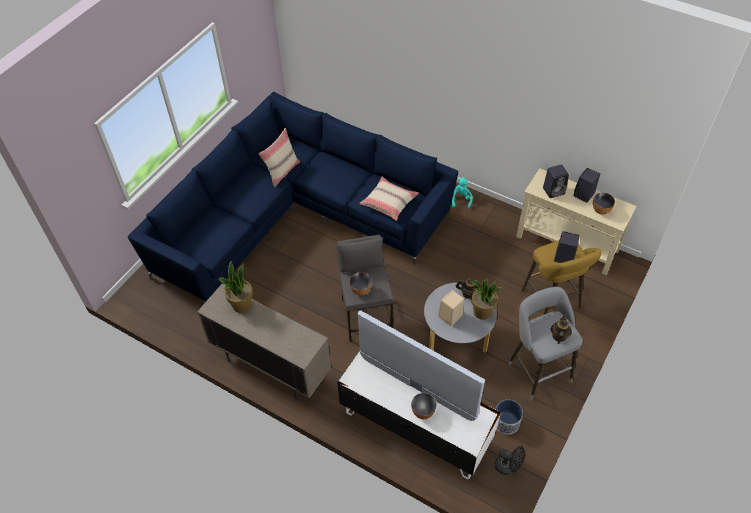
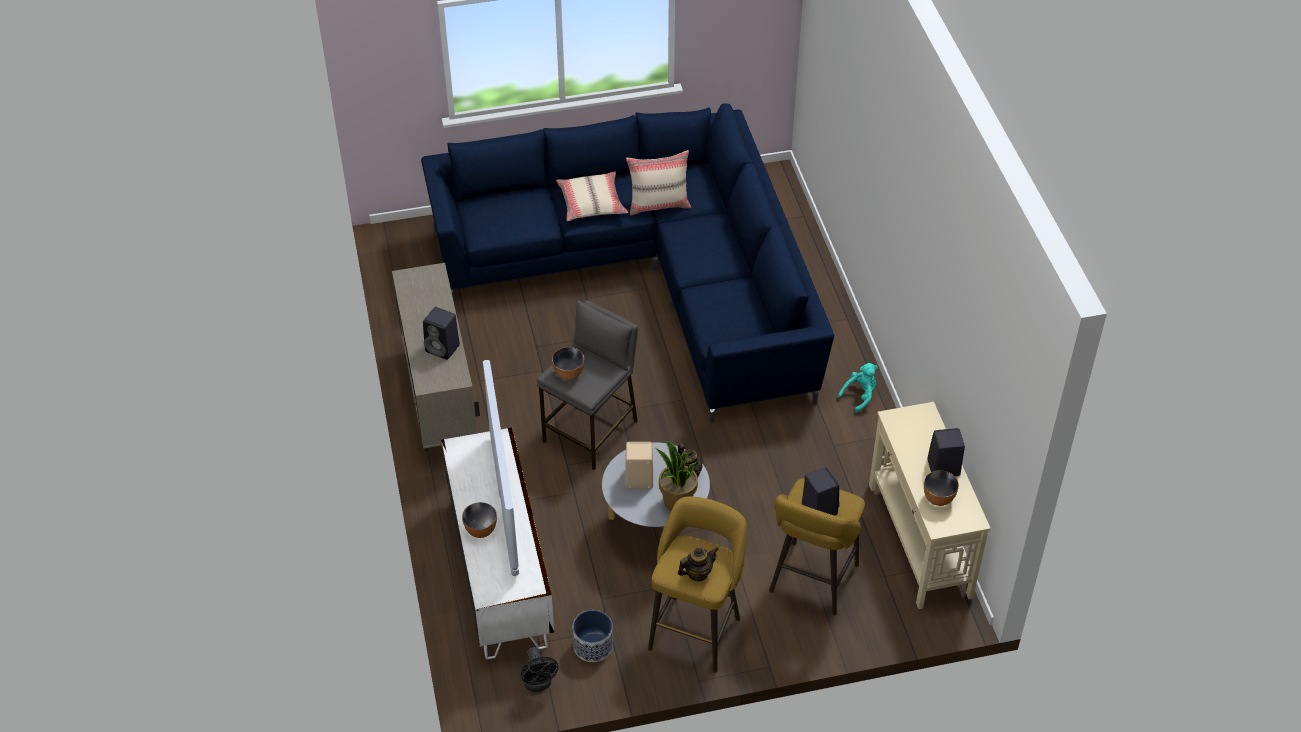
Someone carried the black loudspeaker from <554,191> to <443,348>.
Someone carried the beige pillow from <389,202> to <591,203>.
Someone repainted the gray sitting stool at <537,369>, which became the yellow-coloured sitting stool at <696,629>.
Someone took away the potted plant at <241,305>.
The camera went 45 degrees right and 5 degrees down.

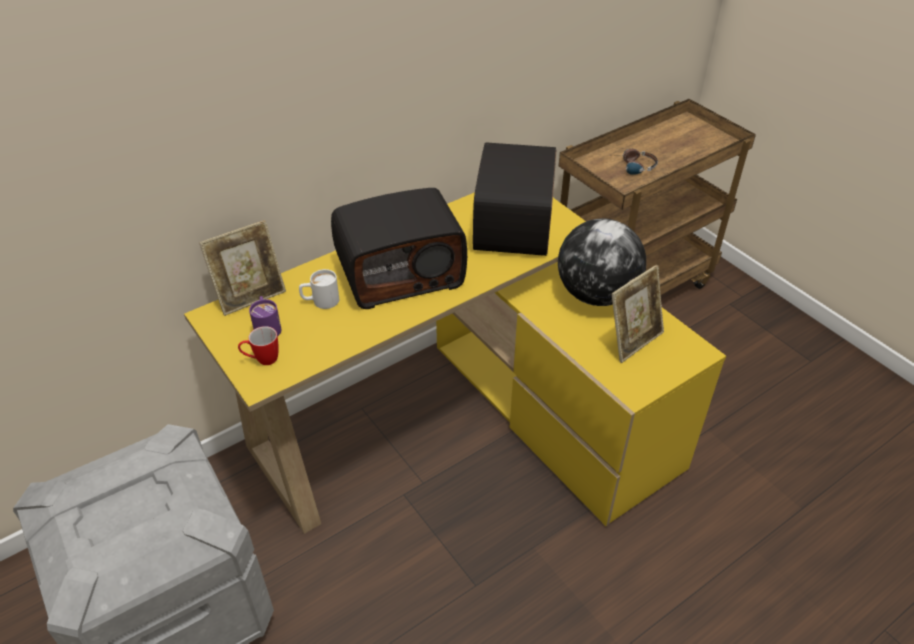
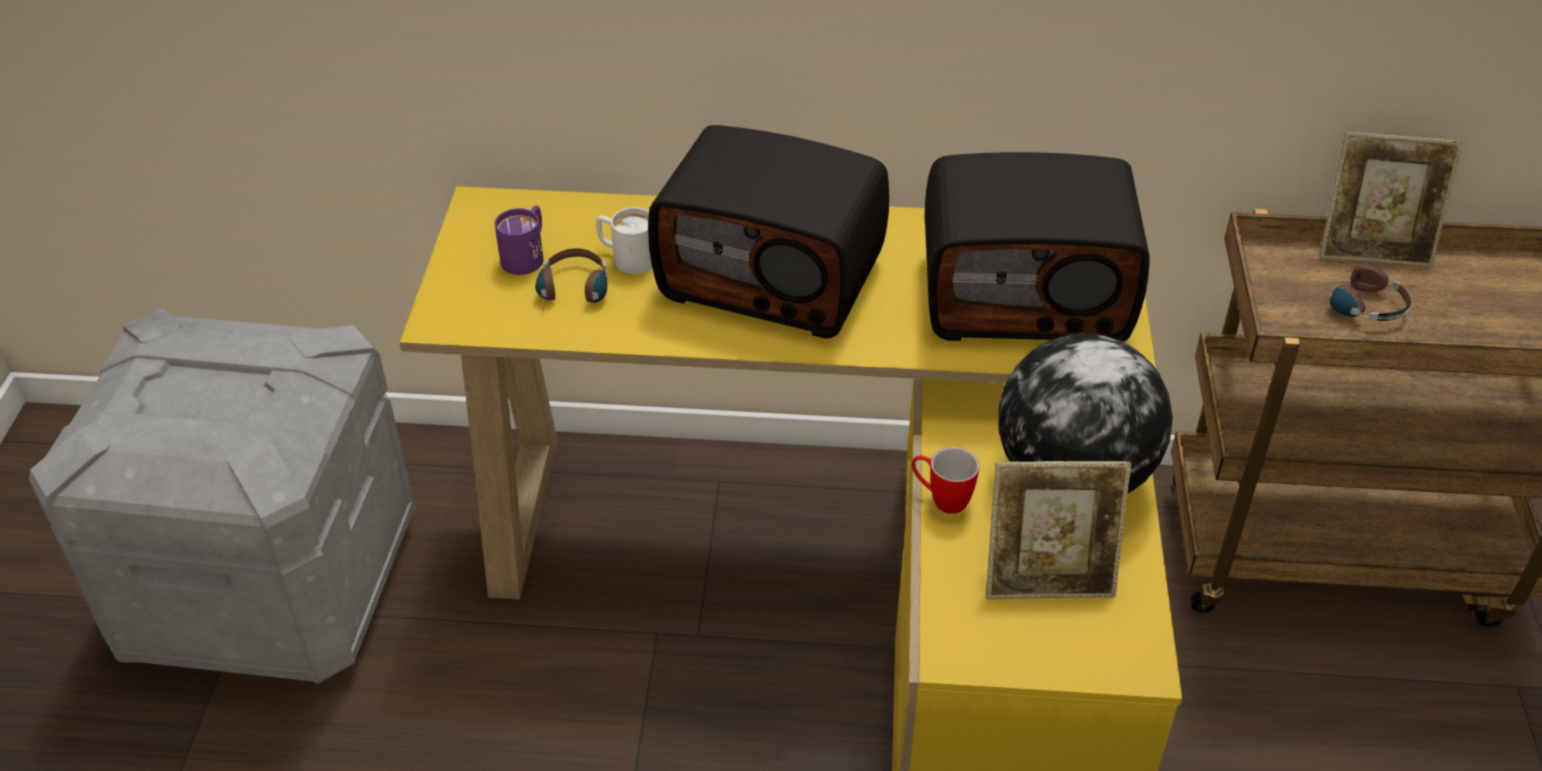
Someone put down the headphones at <573,295>.
Someone carried the coffee mug from <262,360> to <941,499>.
Someone rotated the radio at <516,225> by 135 degrees counterclockwise.
Someone carried the standing frame from <251,296> to <1373,250>.
The camera went 40 degrees right and 0 degrees up.

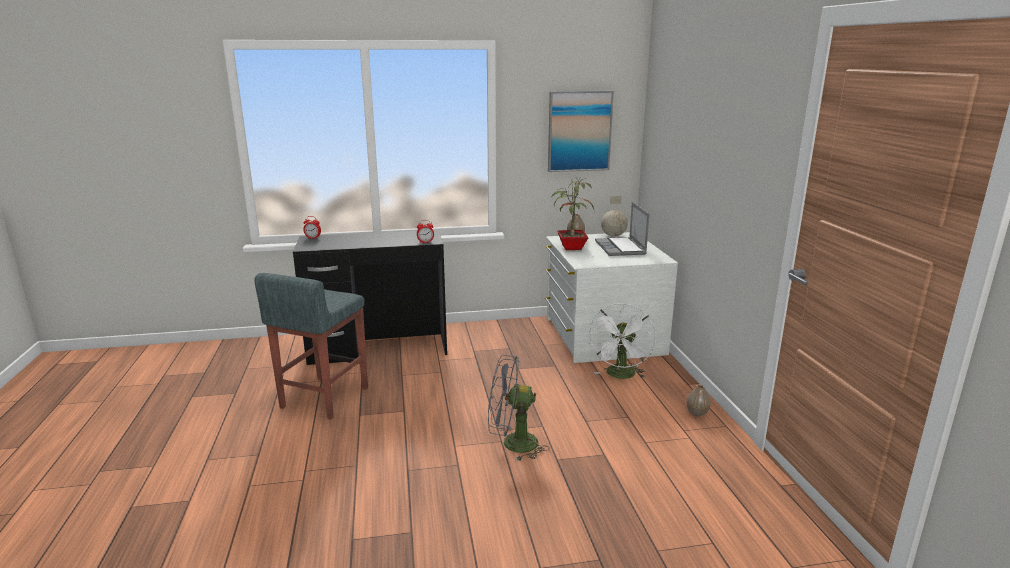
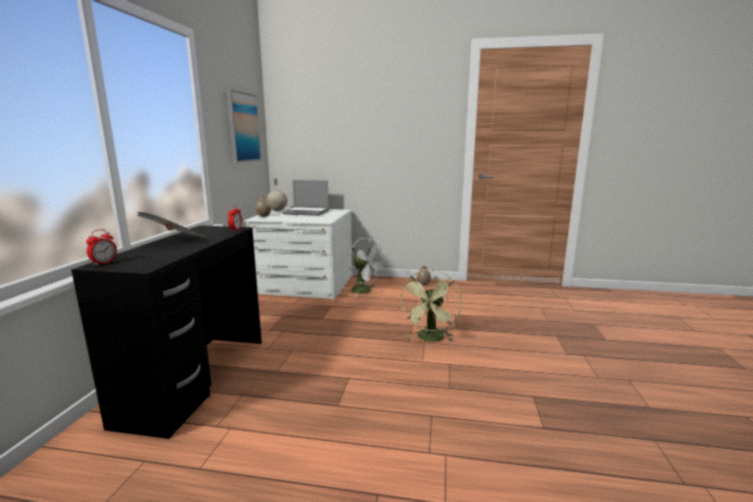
Someone put down the daily paper at <175,241>.
Someone repainted the gray fan at <512,444>, which became the greenish fan at <430,339>.
Someone took away the gray sitting stool at <323,398>.
Someone took away the potted plant at <570,248>.
The camera went 70 degrees left and 5 degrees down.

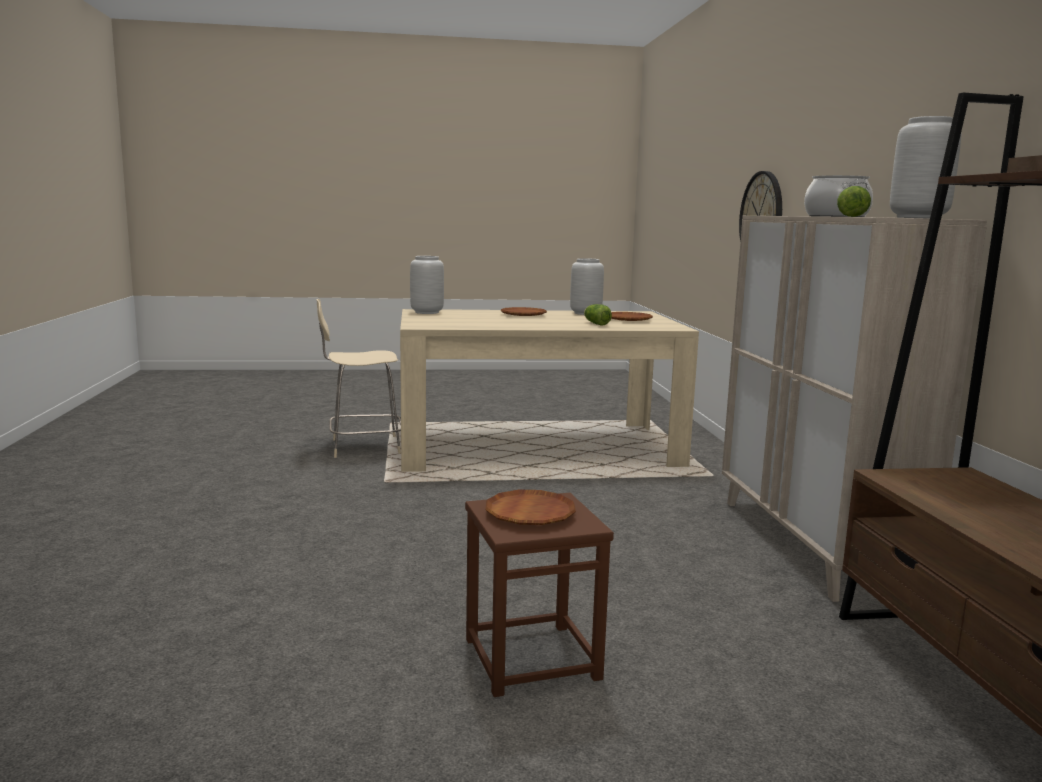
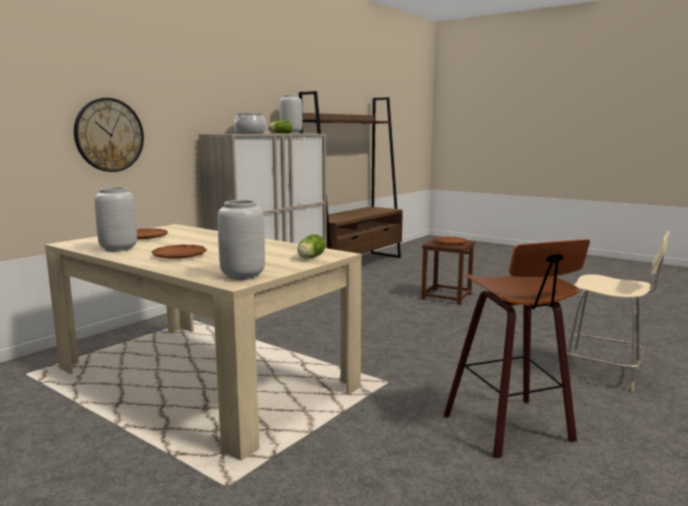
Someone carried the lettuce head from <595,323> to <309,258>.
Someone put down the sitting stool at <513,429>.
Someone carried the beige upright chair from <362,447> to <605,373>.
The camera went 135 degrees left and 0 degrees up.

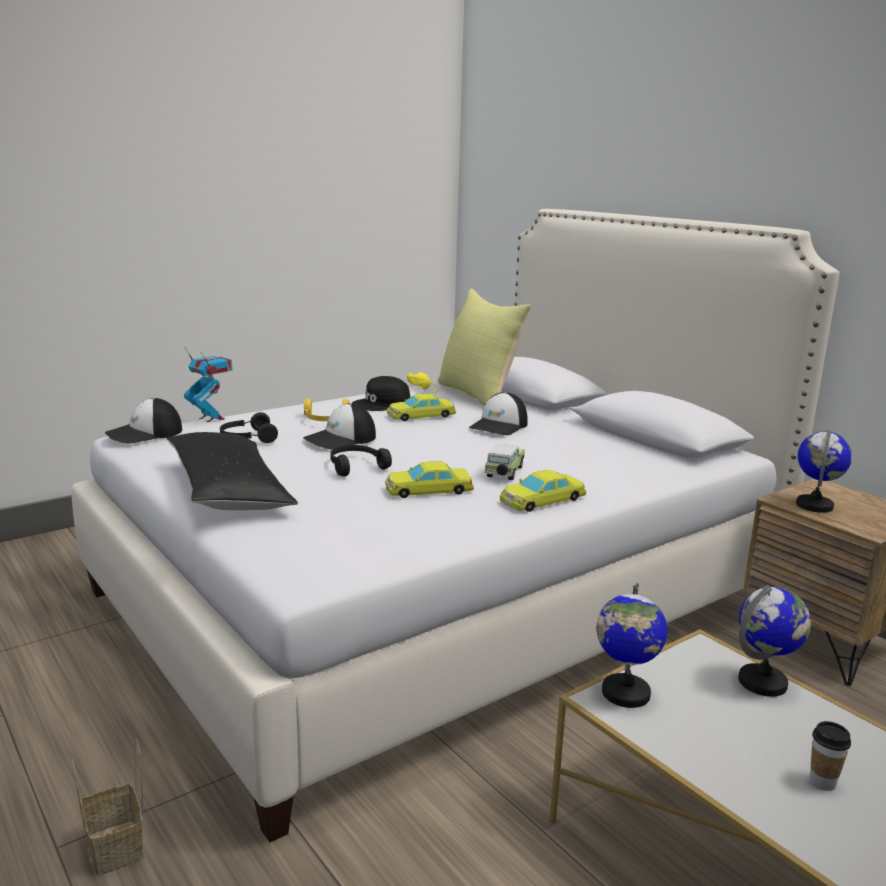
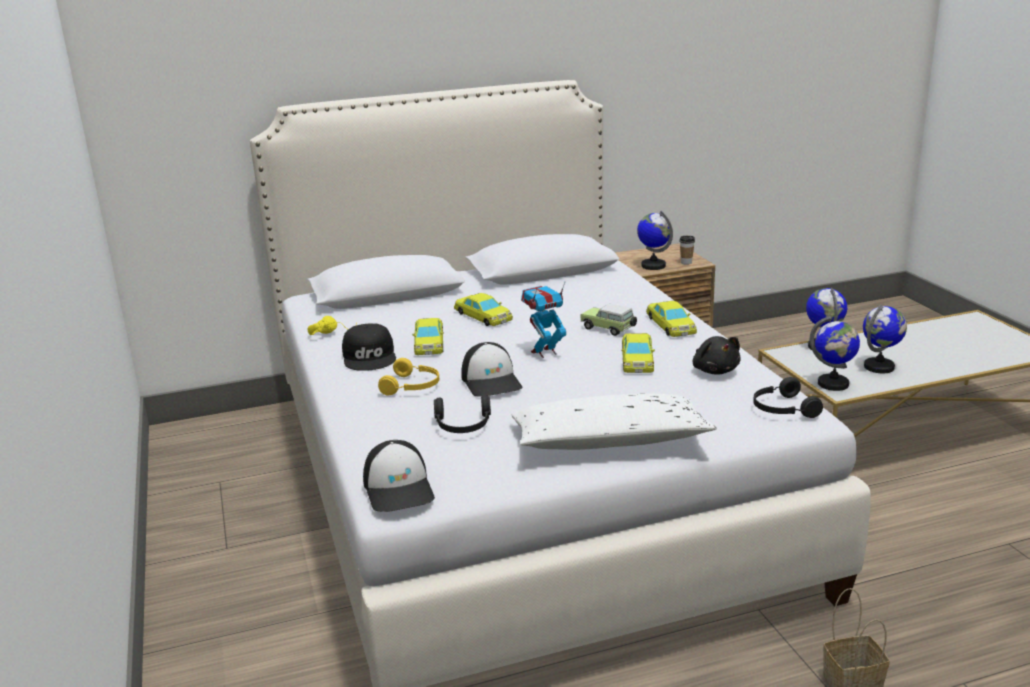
Someone swapped the baseball cap at <499,426> for the yellow-coloured model car at <483,316>.
Someone repainted the black pillow at <228,490>, which became the whitish pillow at <609,441>.
Someone carried the robot figure from <211,418> to <544,352>.
Someone carried the cup from <822,782> to <686,262>.
Someone put down the black soft toy at <715,370>.
Someone carried the black headphones from <355,466> to <782,409>.
Someone put down the globe at <879,367>.
Someone took away the yellow-coloured pillow at <479,395>.
The camera went 70 degrees left and 5 degrees up.

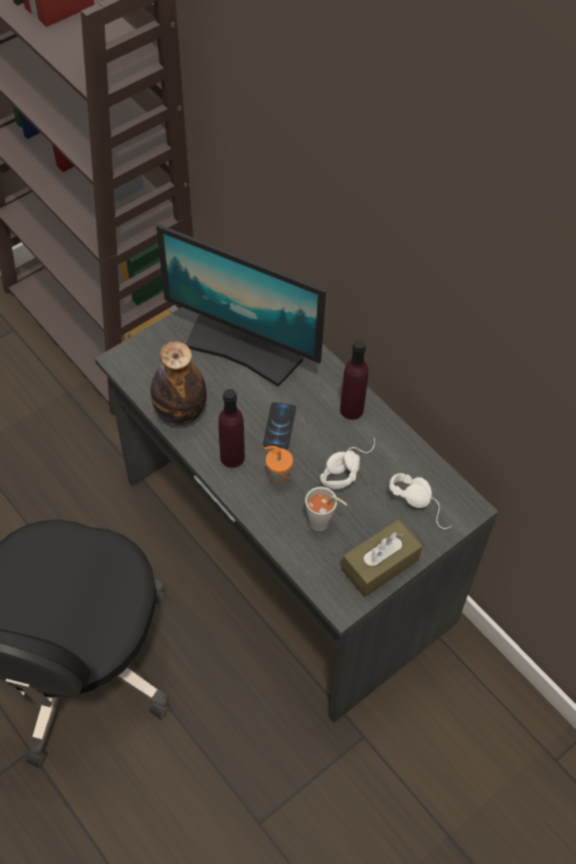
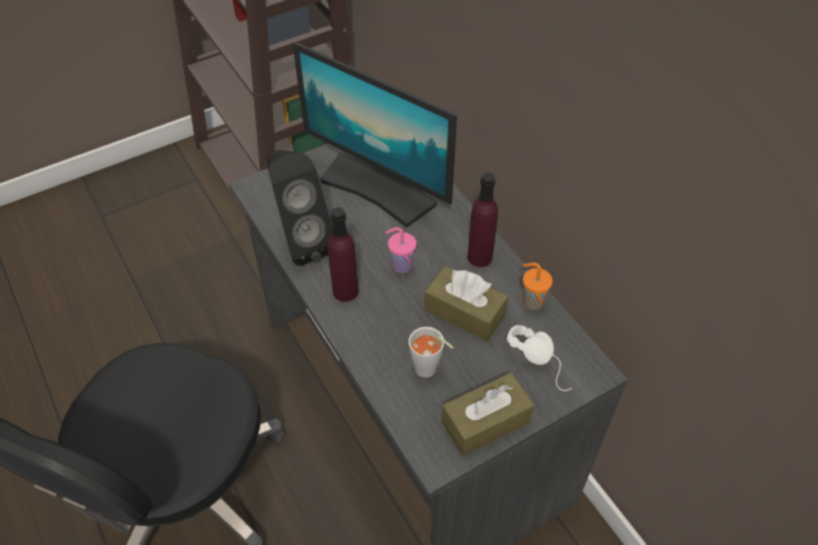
Someone swapped the drink bottle at <180,412> for the black loudspeaker at <301,241>.
Someone swapped the phone at <279,426> for the pink-coloured cup at <401,266>.
Someone swapped the whitish headphones at <346,466> for the brownish tissue holder at <464,312>.
Someone carried the orange-coloured cup from <277,477> to <531,302>.
The camera went 10 degrees right and 5 degrees down.

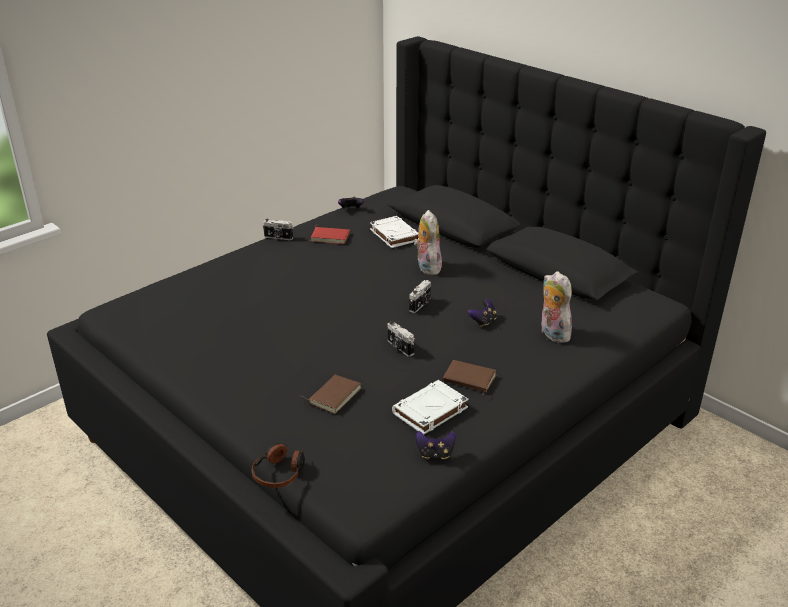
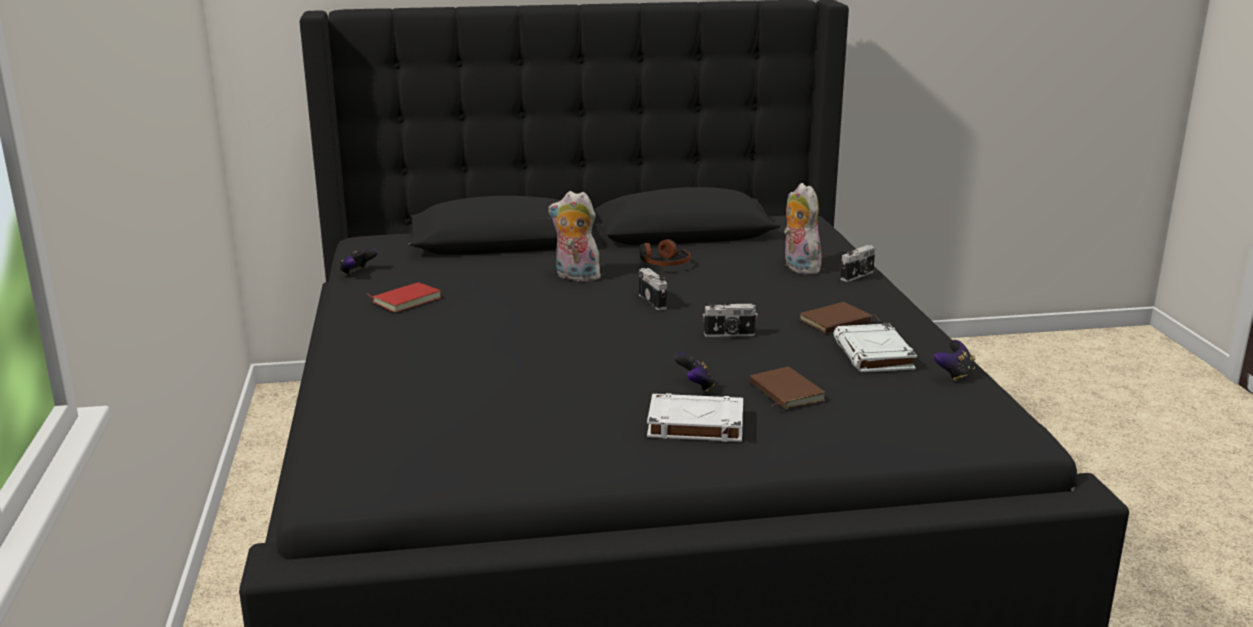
Someone carried the headphones from <280,472> to <663,263>.
Someone carried the whitish book from <394,235> to <694,425>.
Someone carried the game controller from <483,321> to <695,386>.
Someone rotated the soft toy at <552,333> by 60 degrees clockwise.
Someone carried the still camera from <278,238> to <858,276>.
The camera went 55 degrees left and 10 degrees down.

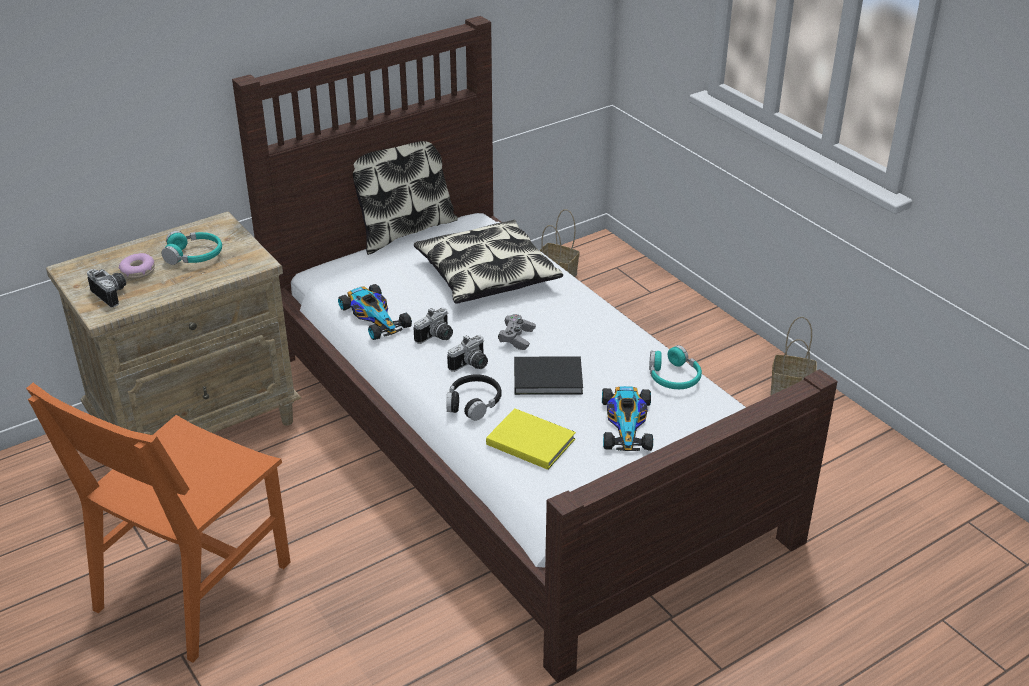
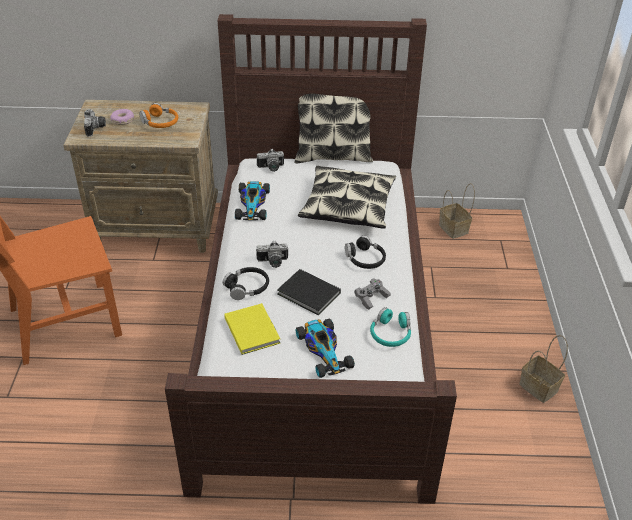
Someone repainted the turquoise-coloured headphones at <194,256>, which became the orange-coloured headphones at <160,122>.
Someone carried the still camera from <437,337> to <271,168>.
Someone rotated the model car at <626,423> by 60 degrees counterclockwise.
Someone put down the black headphones at <365,259>.
Someone carried the gray game controller from <517,338> to <371,298>.
The camera went 35 degrees right and 5 degrees up.

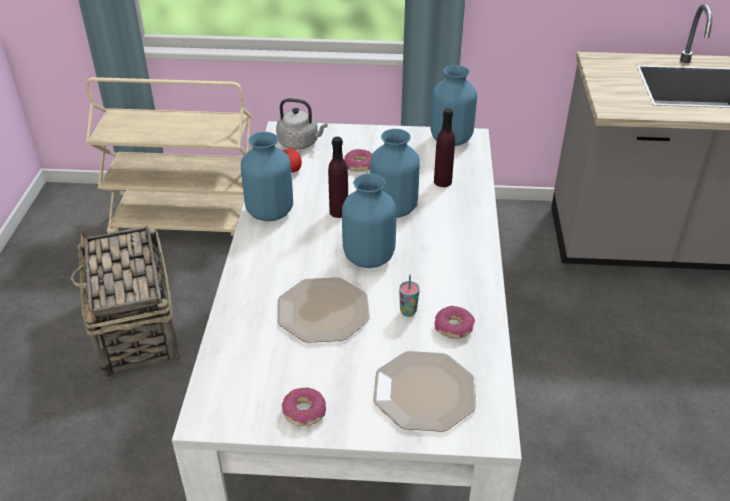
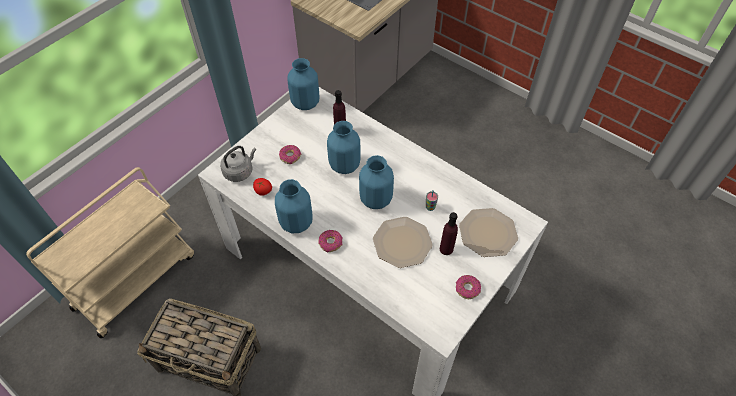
Someone carried the ring doughnut from <454,327> to <331,243>.
Someone carried the purplish drink bottle from <339,212> to <446,249>.
The camera went 55 degrees left and 15 degrees up.

